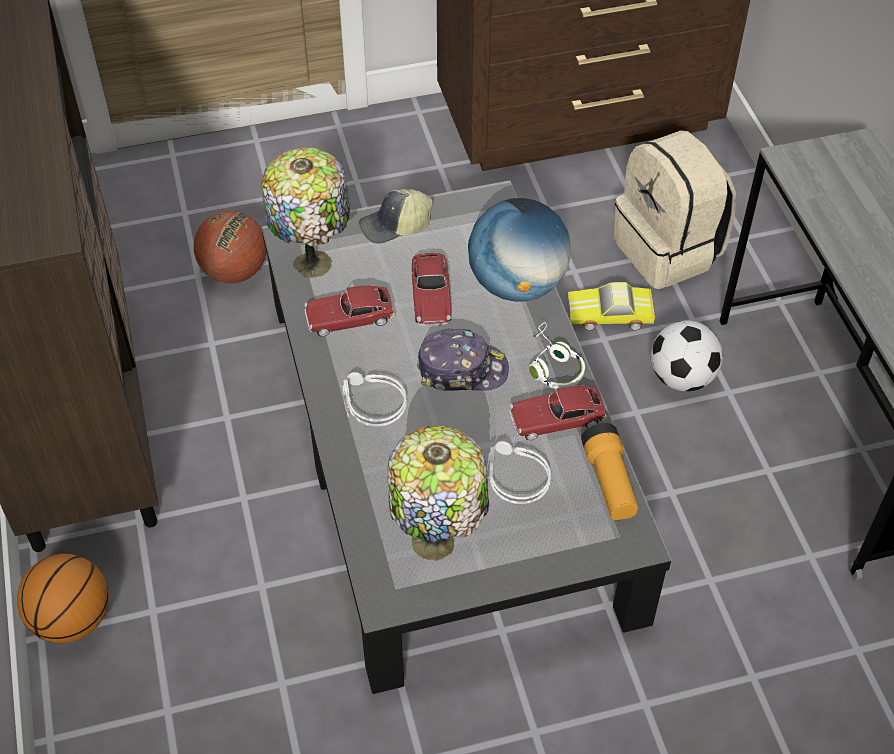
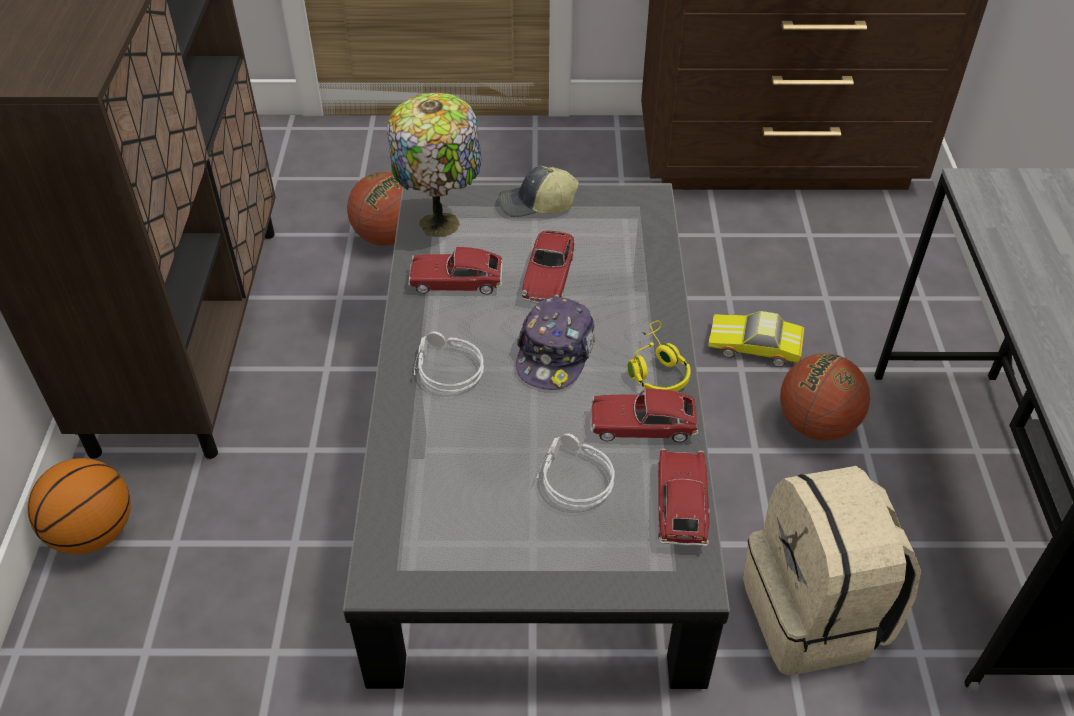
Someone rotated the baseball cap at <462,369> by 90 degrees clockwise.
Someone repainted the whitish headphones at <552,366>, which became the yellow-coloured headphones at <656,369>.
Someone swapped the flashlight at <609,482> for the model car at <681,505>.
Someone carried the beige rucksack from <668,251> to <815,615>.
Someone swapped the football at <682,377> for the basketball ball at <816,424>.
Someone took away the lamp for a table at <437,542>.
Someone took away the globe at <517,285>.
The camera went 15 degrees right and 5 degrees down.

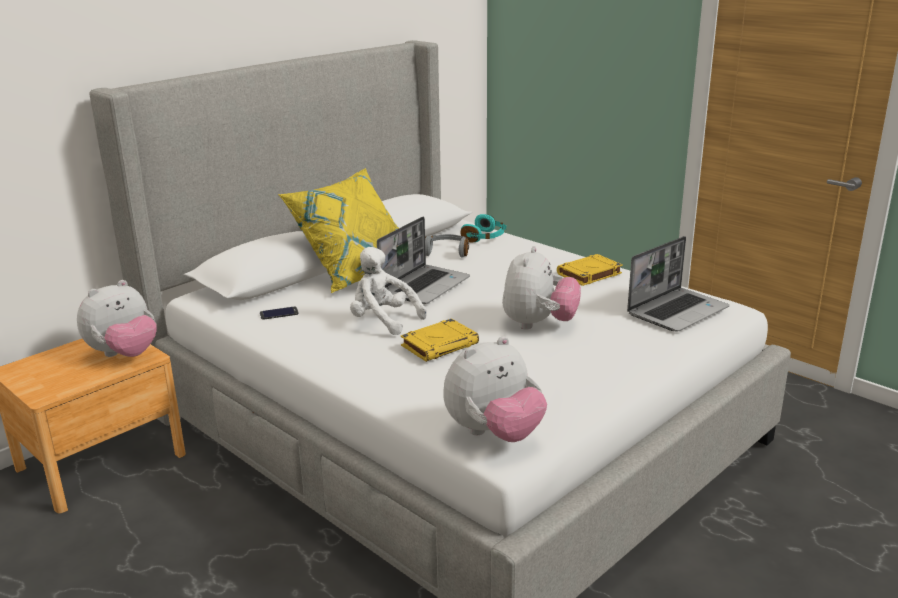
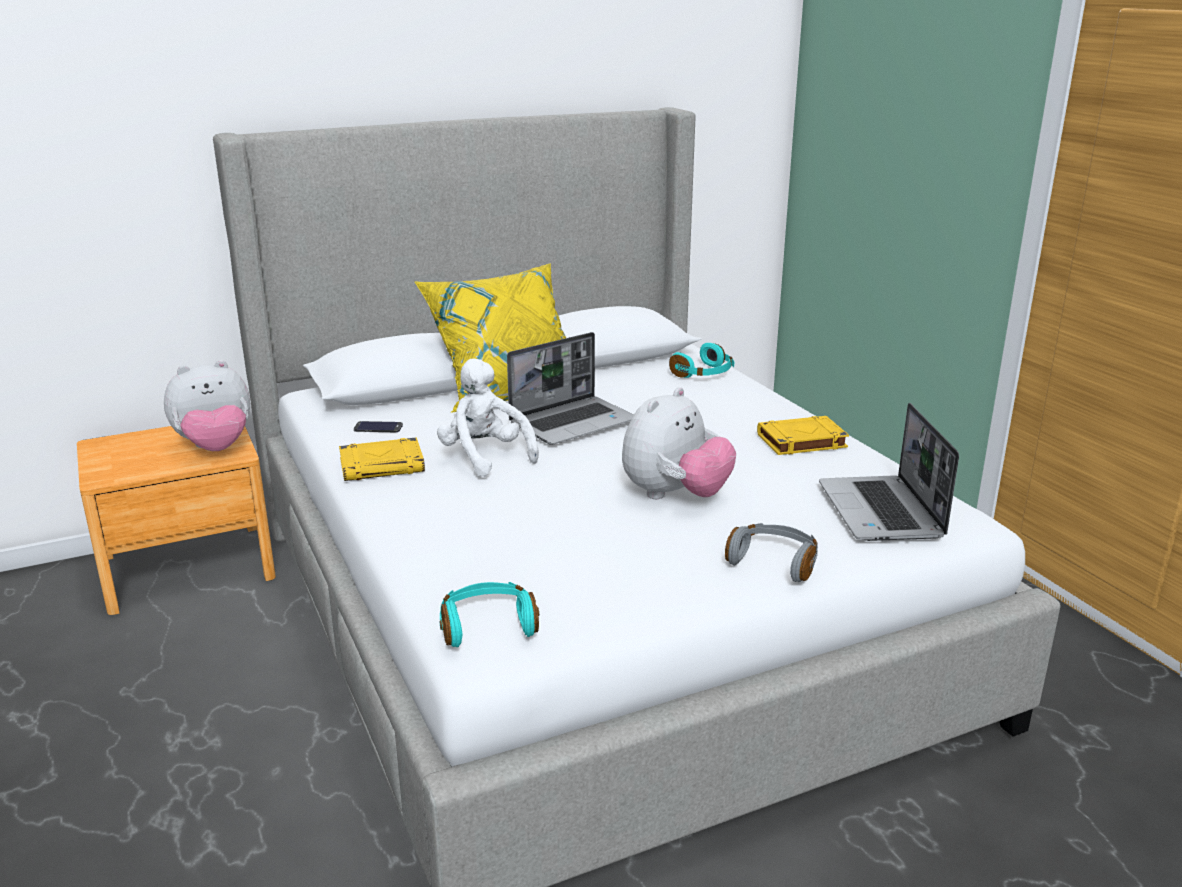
Someone carried the yellow-coloured book from <440,344> to <383,465>.
Someone swapped the soft toy at <494,434> for the turquoise-coloured headphones at <487,626>.
Someone carried the gray headphones from <447,252> to <774,562>.
Someone rotated the laptop at <677,311> by 105 degrees clockwise.
The camera went 20 degrees right and 0 degrees up.

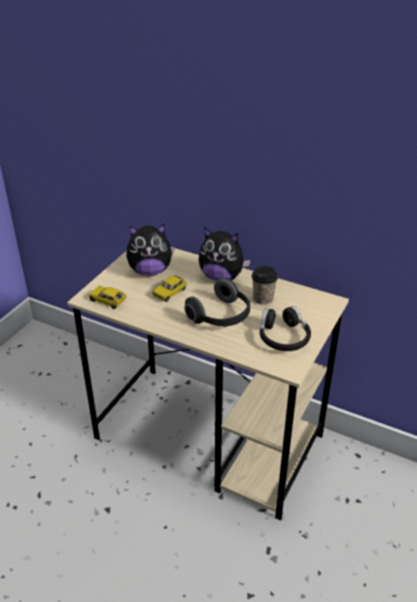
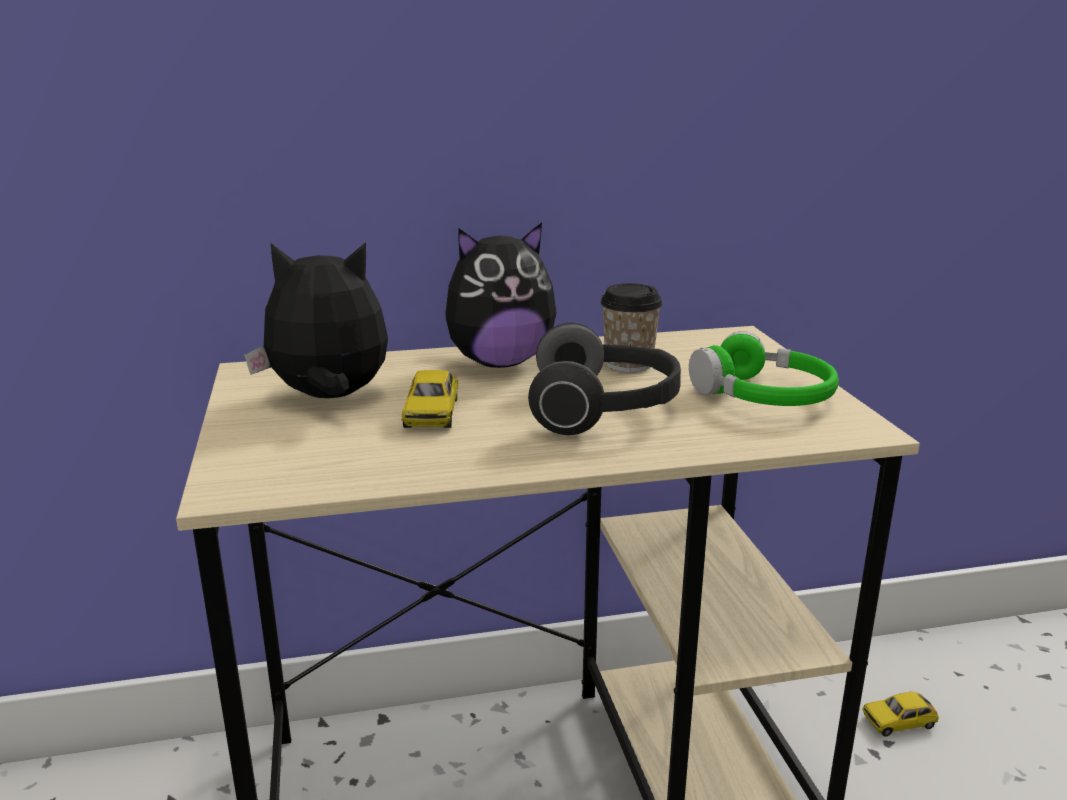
Someone rotated the soft toy at <150,271> by 135 degrees counterclockwise.
Someone repainted the black headphones at <283,337>, which became the greenish headphones at <763,396>.
Someone carried the model car from <108,300> to <898,721>.
The camera went 40 degrees left and 15 degrees down.

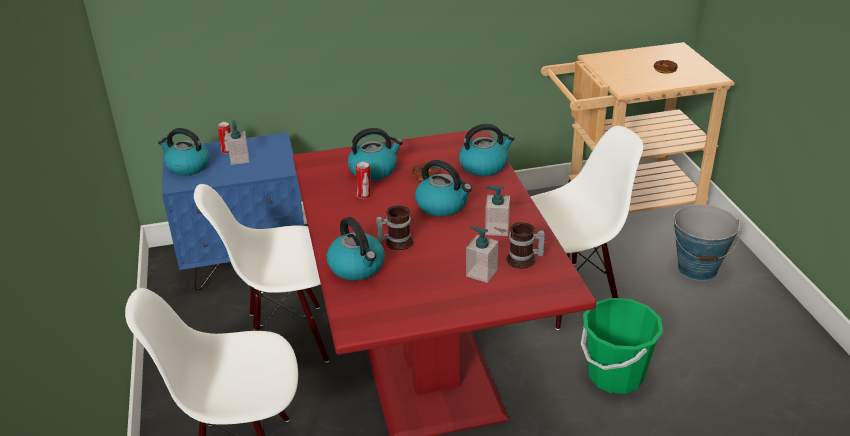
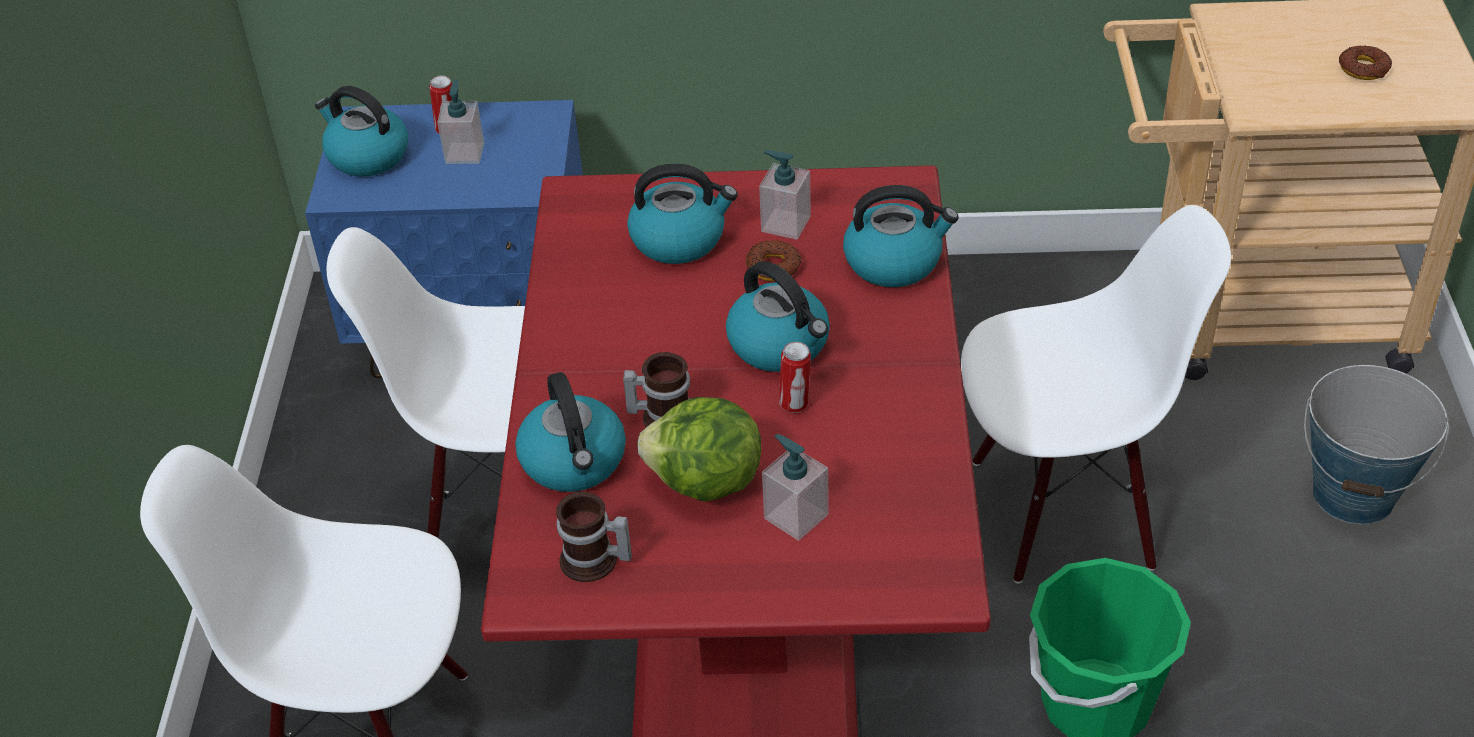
Someone carried the coffee mug from <524,260> to <594,562>.
Someone put down the lettuce head at <705,483>.
Someone carried the soap dispenser from <496,229> to <785,224>.
Someone carried the can from <364,196> to <795,404>.
The camera went 15 degrees right and 10 degrees up.

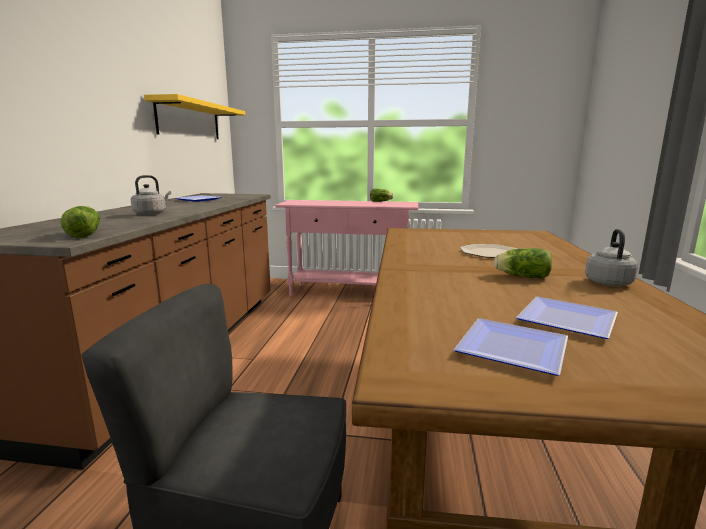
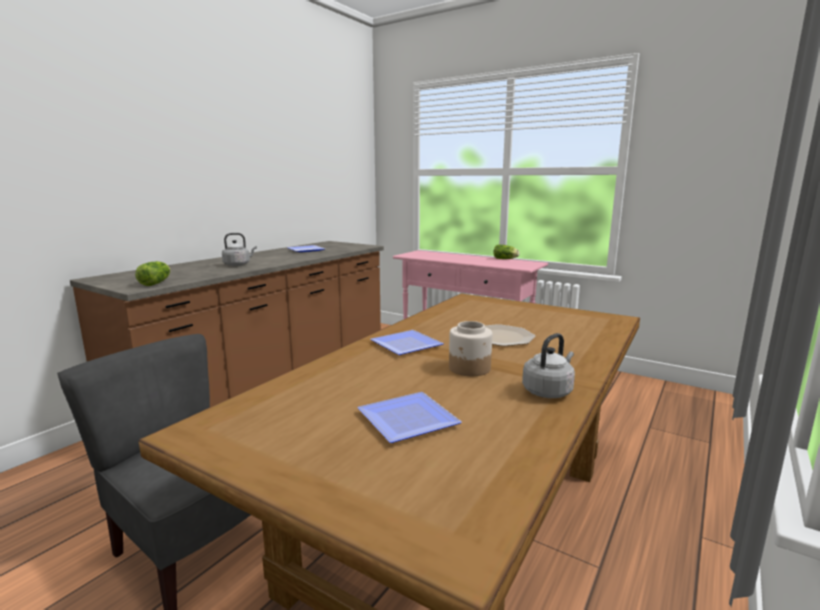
Someone carried the plate from <509,347> to <407,344>.
Someone swapped the lettuce head at <520,276> for the jar at <469,368>.
Someone took away the yellow-coloured bracket shelf at <189,120>.
The camera went 25 degrees right and 0 degrees up.

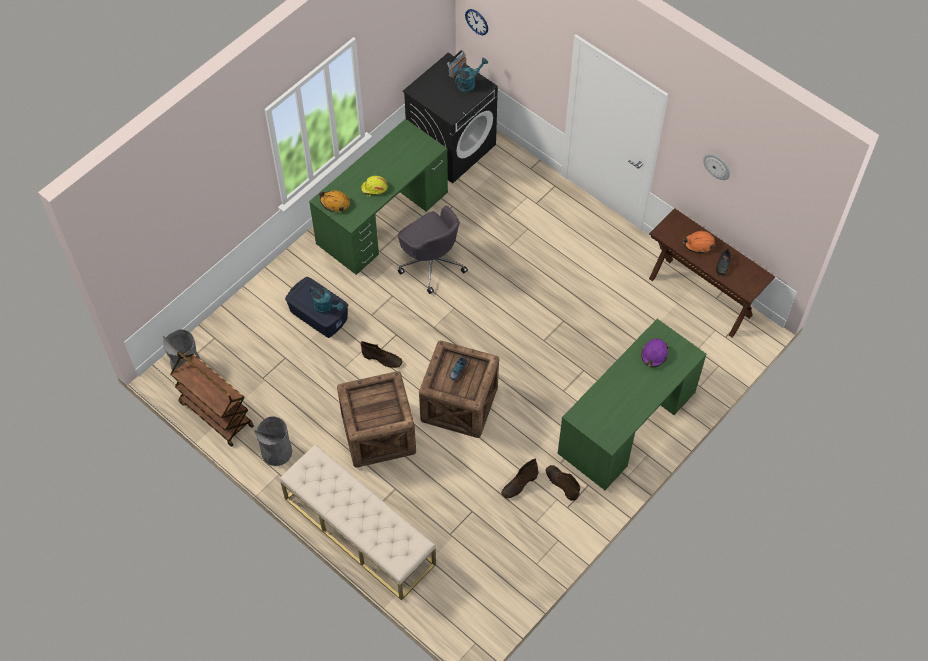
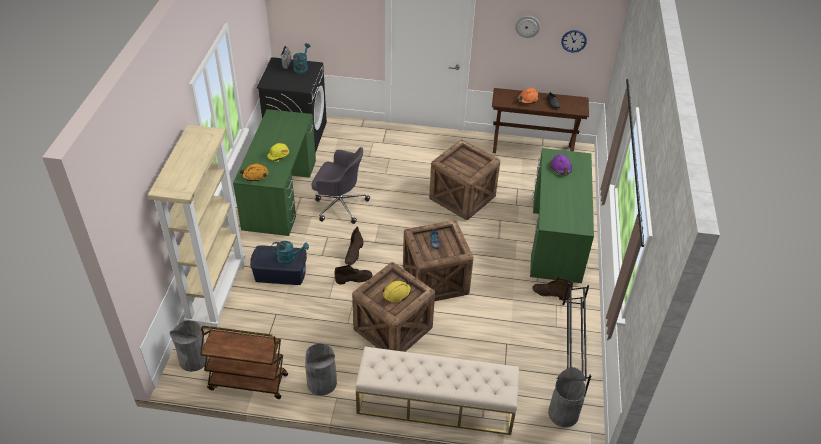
Someone put down the beige bookcase at <217,294>.
Someone carried the brownish boot from <519,484> to <354,254>.
Someone put down the yellow-coloured hard hat at <397,293>.
Someone put down the packing crate at <462,197>.
Someone put down the gray rubbish bin at <563,414>.
Someone carried the wall clock from <477,21> to <574,41>.
Someone put down the black shoe stand at <572,348>.
The camera went 35 degrees left and 15 degrees down.

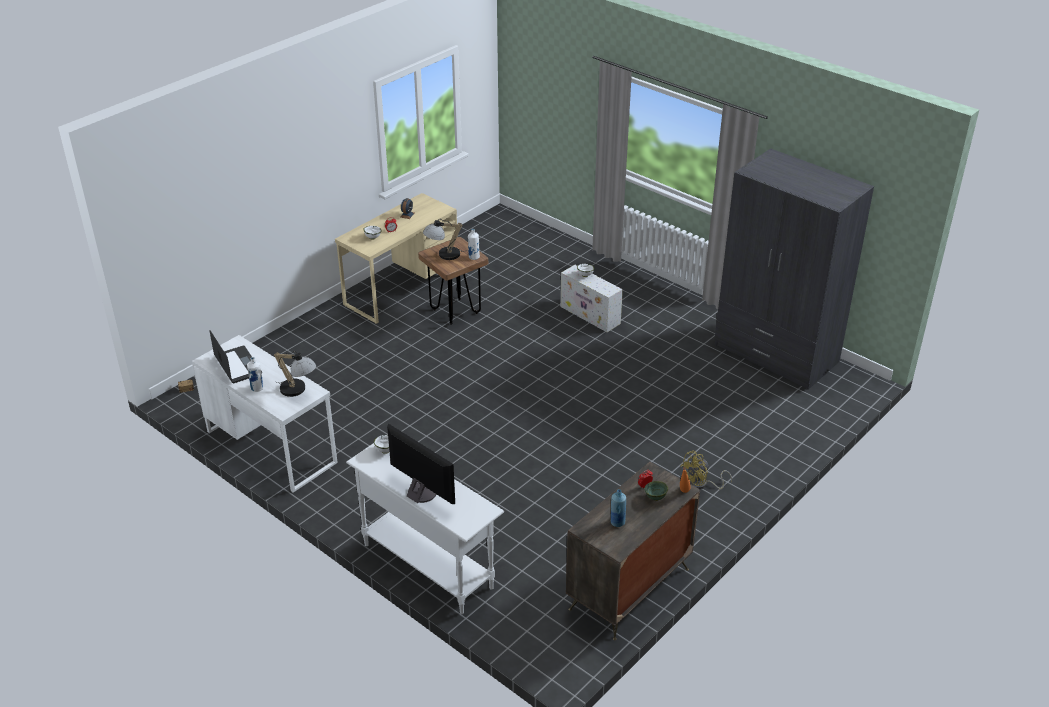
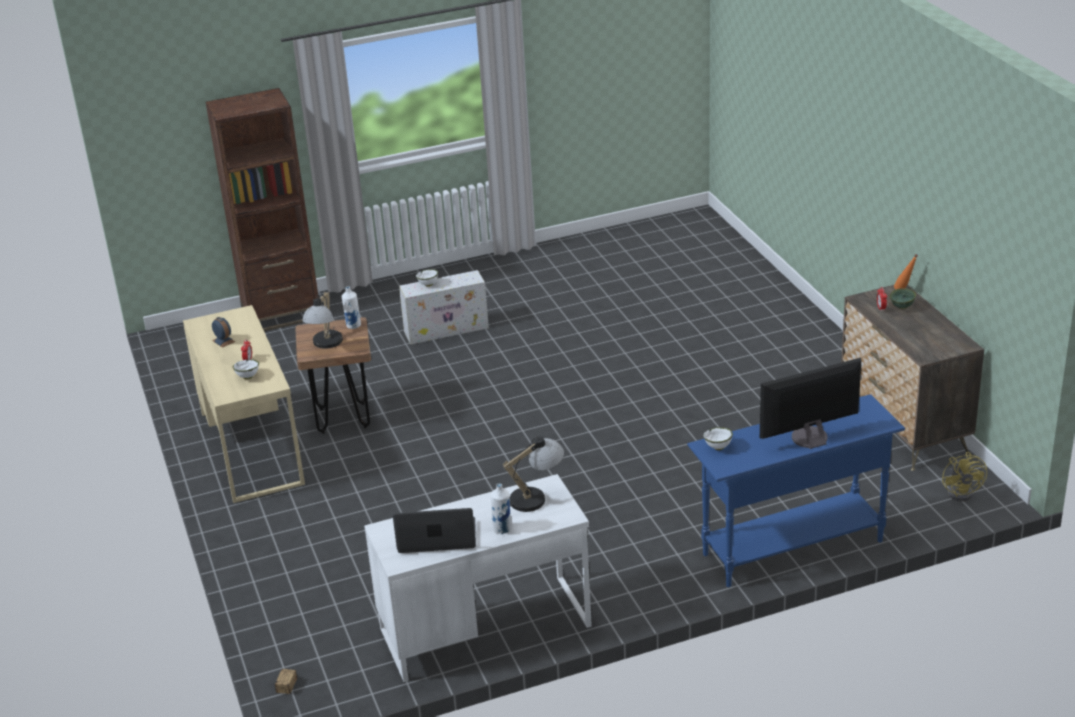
Someone put down the brownish bookcase at <281,315>.
Someone repainted the whitish console table at <427,565>, which became the blue console table at <791,547>.
Someone carried the yellow-coloured fan from <701,484> to <963,492>.
Someone took away the blue drink bottle at <617,522>.
Someone took away the gray clothes cupboard at <776,354>.
The camera went 60 degrees left and 5 degrees down.

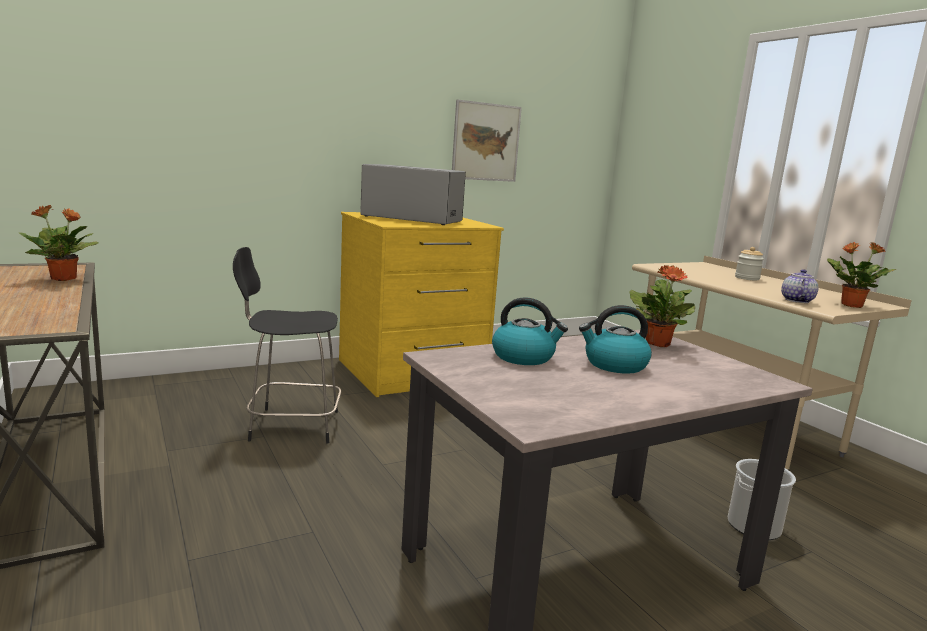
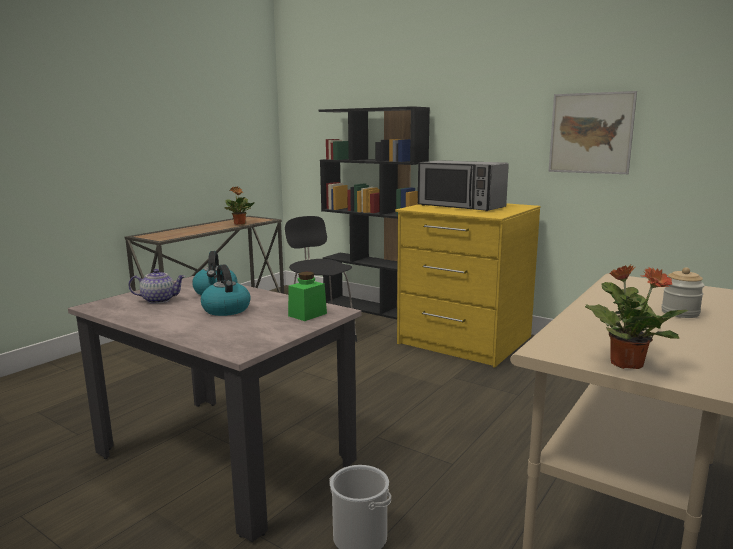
Someone carried the teapot from <796,300> to <159,300>.
Someone swapped the potted plant at <658,343> for the greenish jar at <307,314>.
Someone put down the black bookcase at <374,308>.
Someone rotated the kitchen microwave at <411,219> by 135 degrees clockwise.
The camera went 65 degrees right and 0 degrees up.

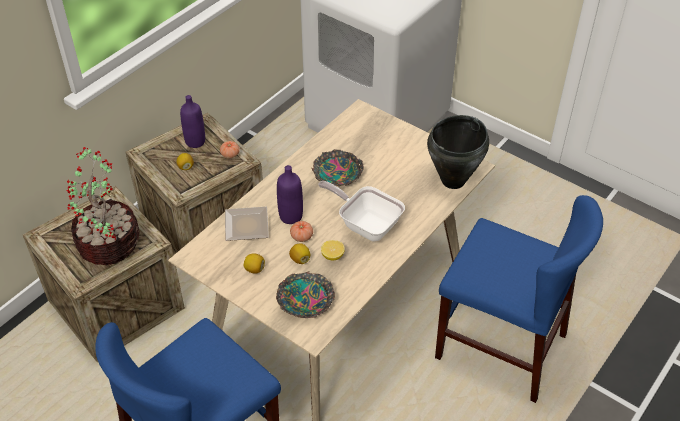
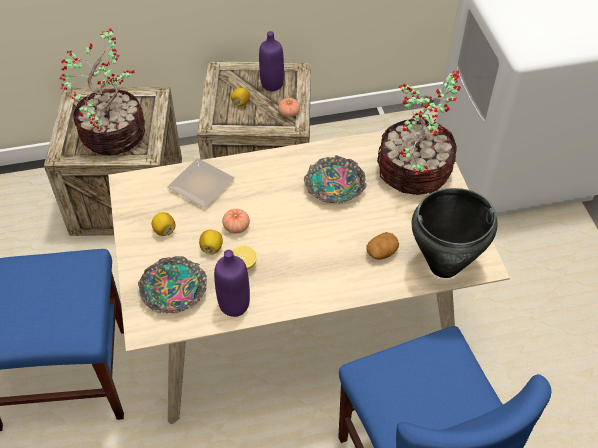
Someone carried the purplish drink bottle from <290,216> to <234,305>.
Someone put down the whole potato at <381,252>.
Someone put down the potted plant at <413,173>.
Someone took away the skillet at <365,224>.
The camera went 40 degrees right and 5 degrees up.

